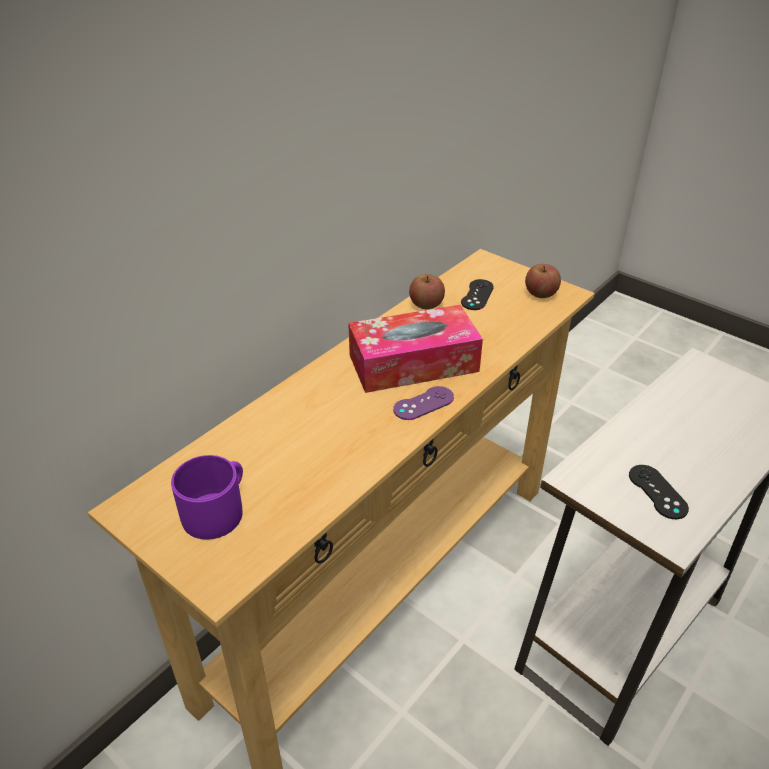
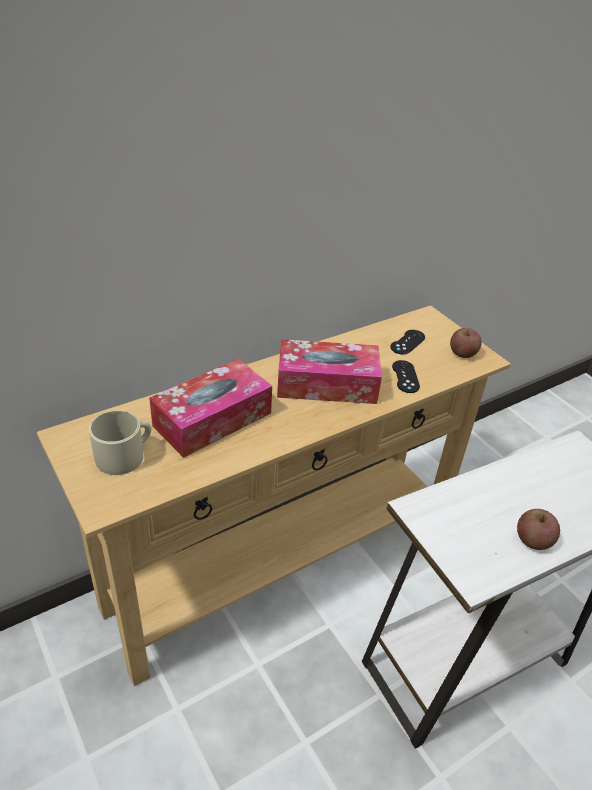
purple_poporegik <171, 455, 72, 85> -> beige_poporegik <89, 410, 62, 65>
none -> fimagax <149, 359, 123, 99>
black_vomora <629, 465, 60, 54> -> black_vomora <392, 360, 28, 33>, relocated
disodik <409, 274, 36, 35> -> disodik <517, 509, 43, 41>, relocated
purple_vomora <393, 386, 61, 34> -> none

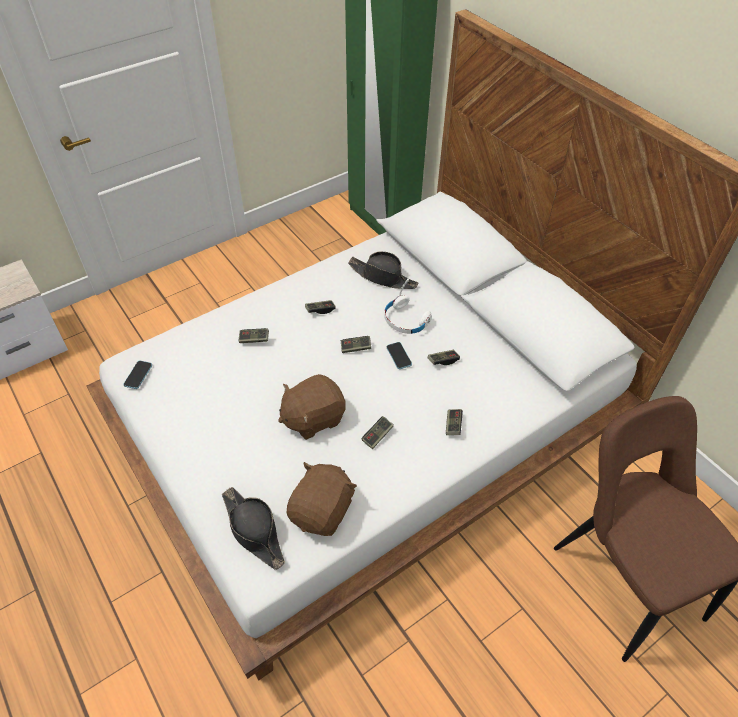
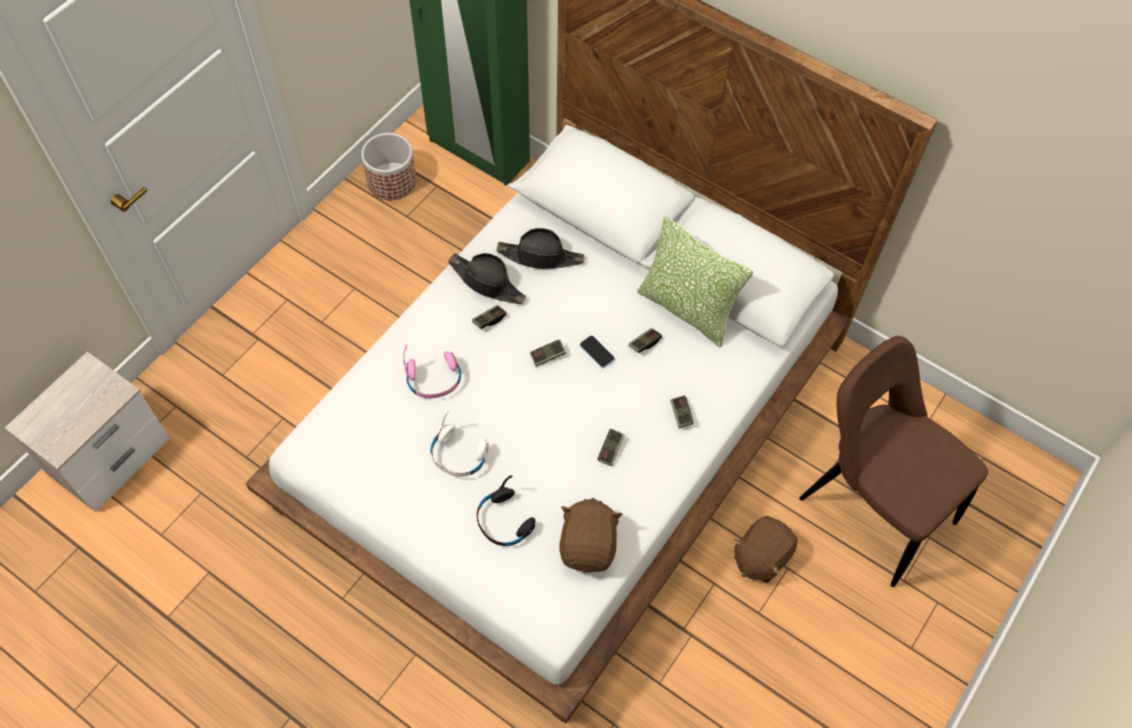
none -> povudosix <361, 133, 55, 67>
vomora <238, 328, 31, 15> -> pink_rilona <403, 344, 58, 54>
white_rilona <384, 279, 48, 55> -> white_rilona <430, 409, 59, 68>, relocated
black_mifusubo <222, 487, 63, 83> -> black_mifusubo <448, 253, 78, 51>, relocated
none -> black_rilona <477, 475, 59, 71>
none -> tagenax <637, 216, 117, 131>
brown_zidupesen <278, 374, 68, 66> -> brown_zidupesen <734, 516, 64, 67>, relocated
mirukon <123, 361, 29, 28> -> none

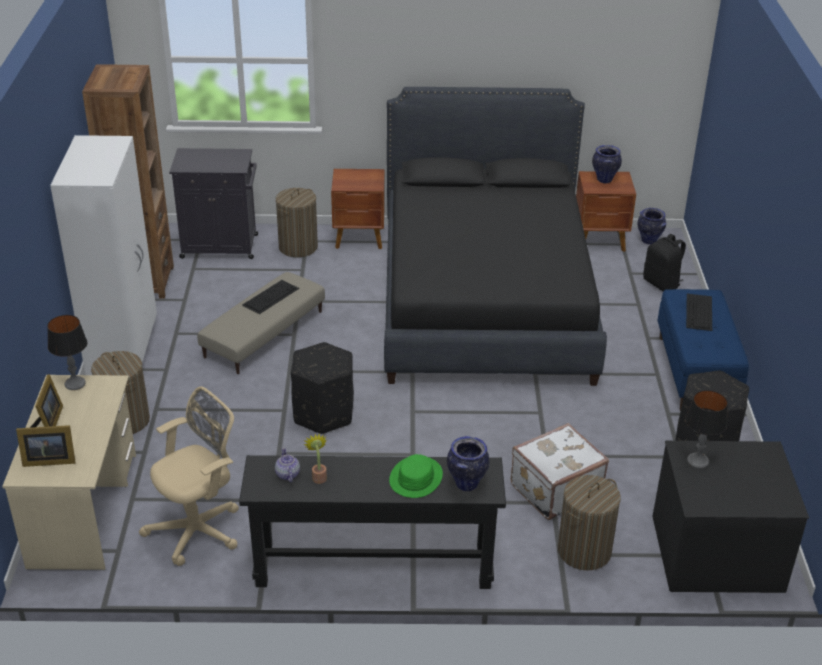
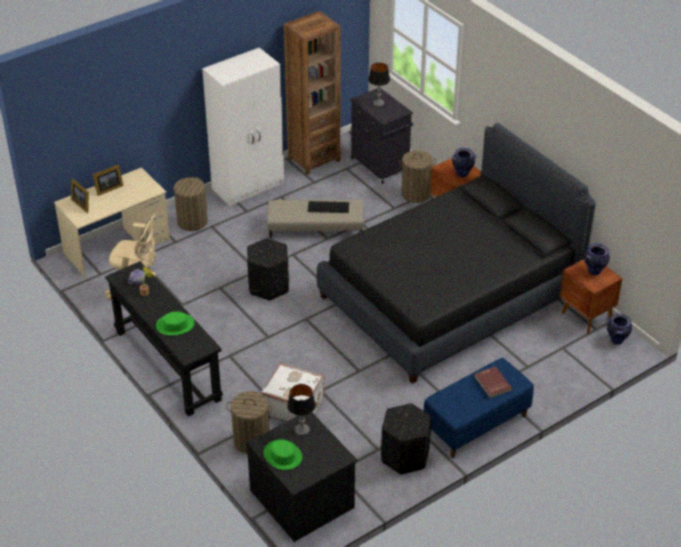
none -> green_mifusubo <263, 439, 39, 31>
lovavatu <47, 315, 41, 75> -> lovavatu <368, 63, 22, 44>, relocated
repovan <447, 436, 43, 55> -> repovan <452, 148, 24, 29>, relocated
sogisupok <686, 294, 26, 37> -> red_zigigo <474, 366, 38, 32>
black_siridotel <643, 234, 43, 57> -> none

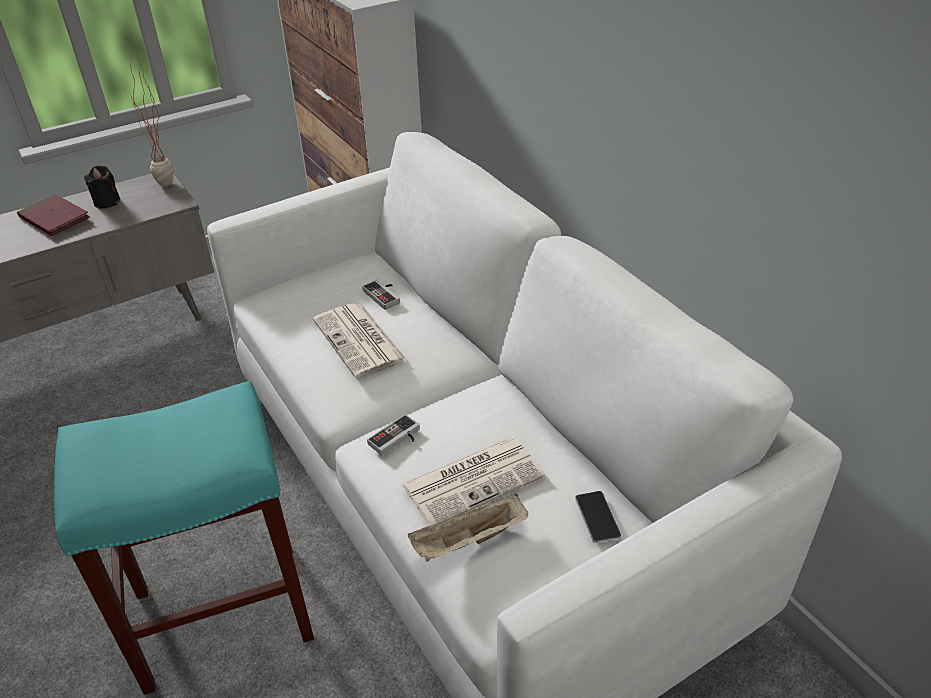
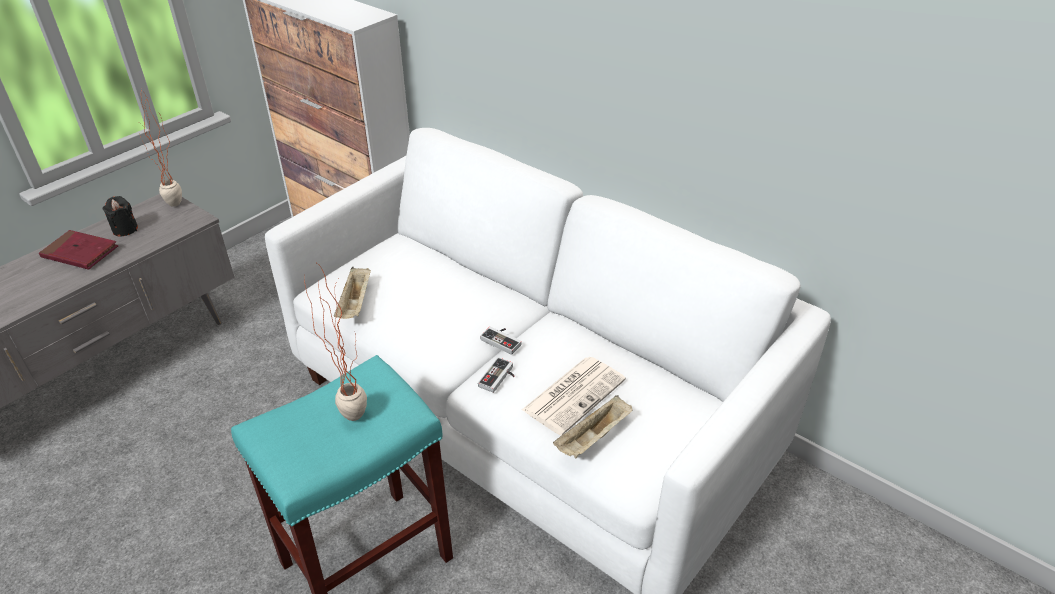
none -> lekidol <304, 262, 63, 159>
none -> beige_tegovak <334, 267, 37, 52>
vomora <362, 280, 38, 30> -> vomora <480, 326, 42, 29>, relocated
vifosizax <313, 303, 94, 75> -> none
mirukon <575, 491, 46, 52> -> none

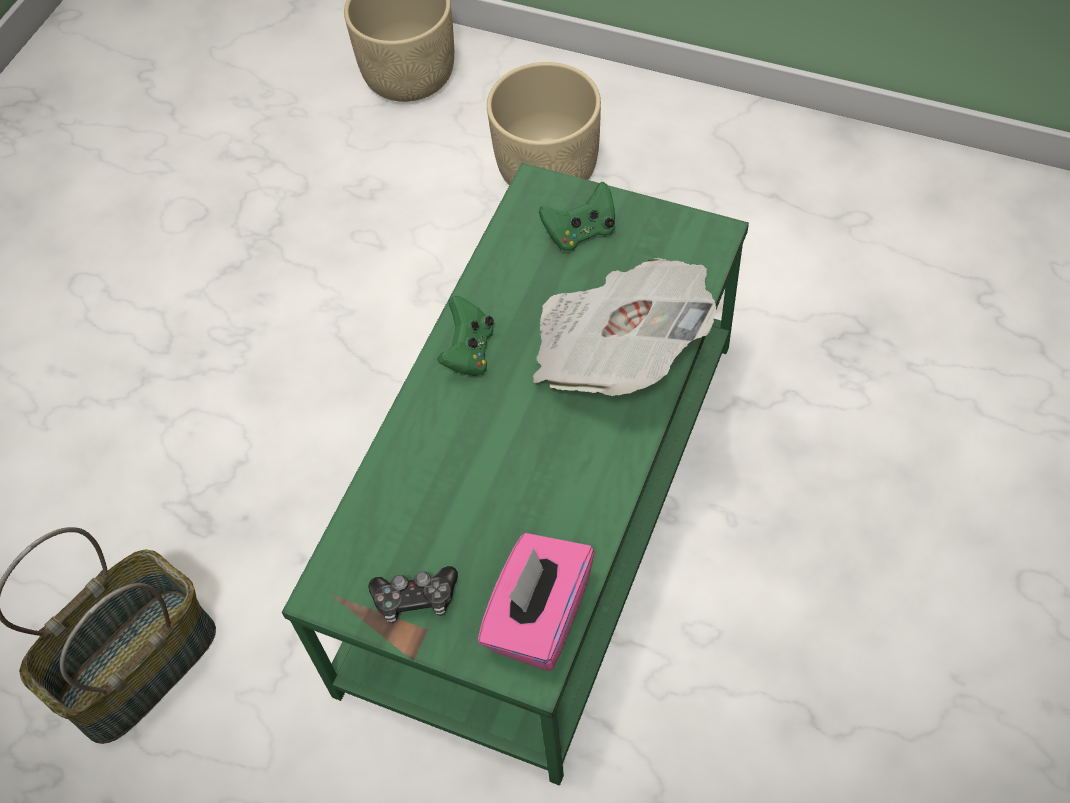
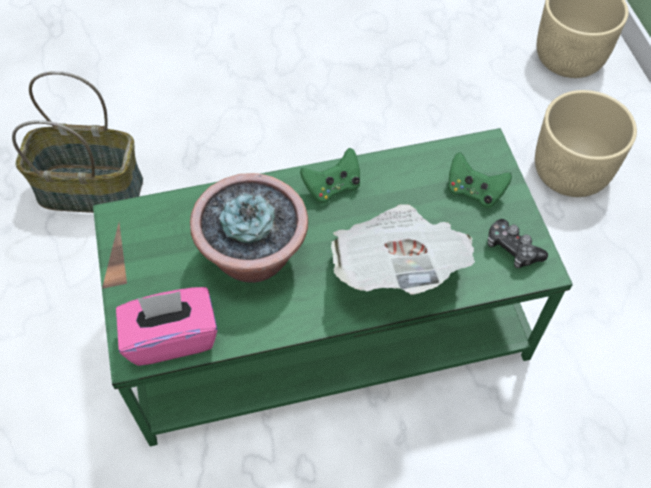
none -> lekidol <190, 173, 118, 110>
vomora <368, 566, 90, 57> -> vomora <487, 219, 61, 49>, relocated

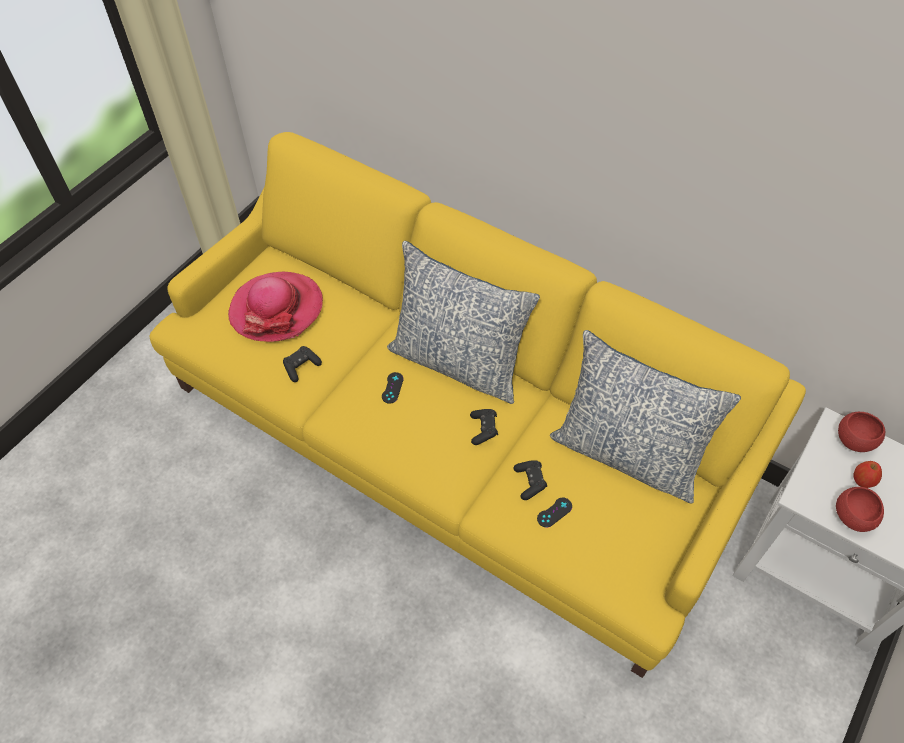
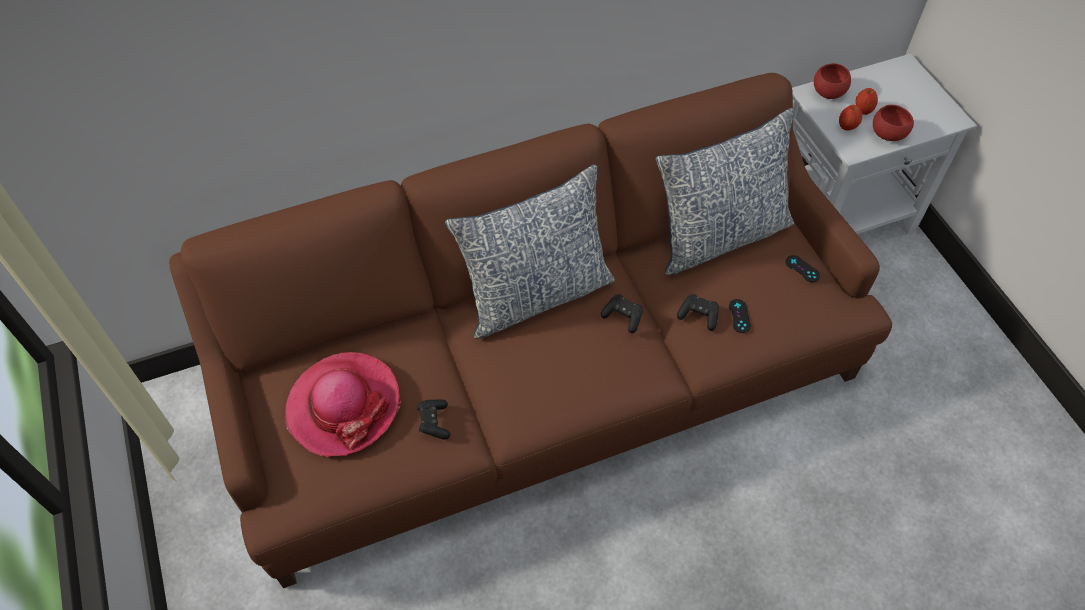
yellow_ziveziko <149, 132, 657, 546> -> brown_ziveziko <169, 73, 723, 515>
black_vomora <382, 372, 22, 32> -> black_vomora <785, 255, 35, 27>, relocated
none -> disodik <839, 105, 23, 26>

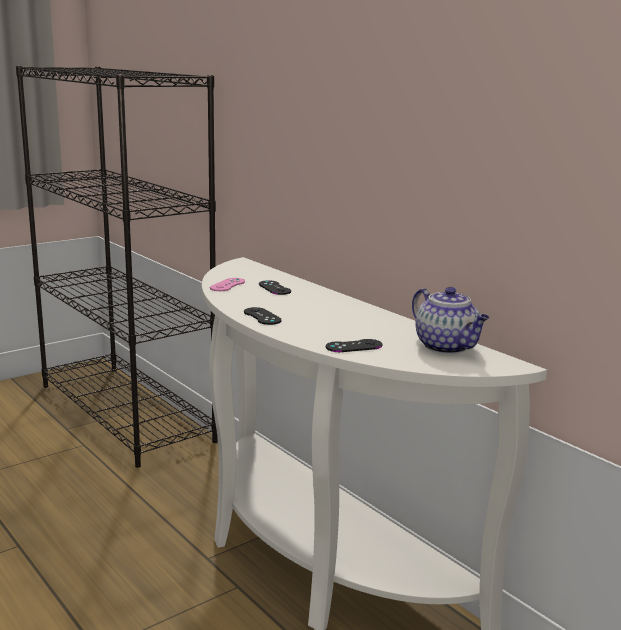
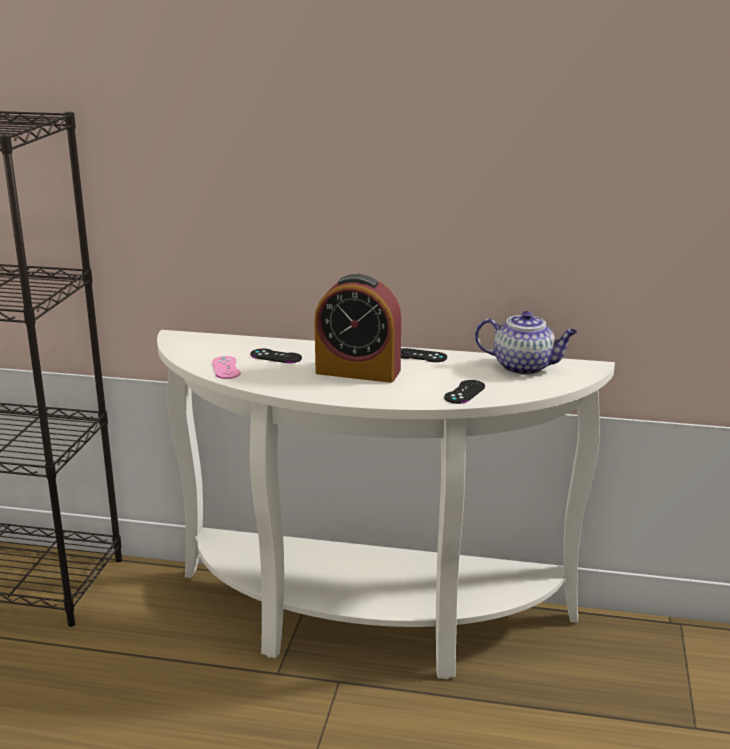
none -> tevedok <314, 274, 87, 109>
black_vomora <244, 307, 38, 18> -> black_vomora <401, 348, 46, 14>, relocated

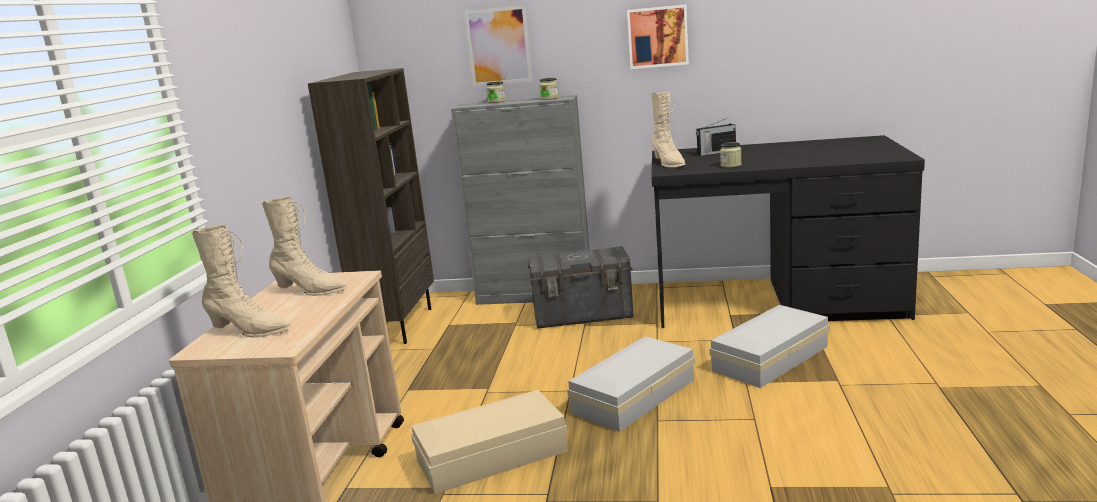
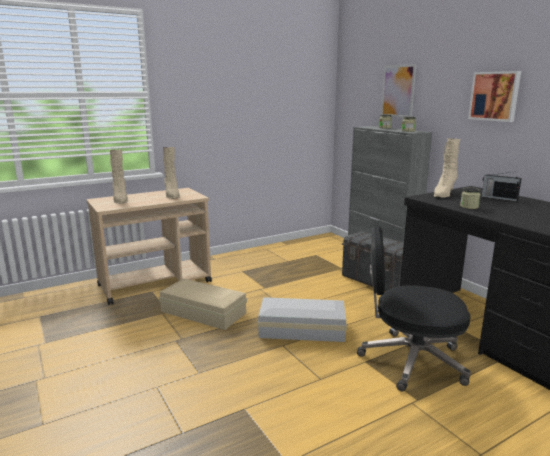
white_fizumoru <709, 305, 121, 83> -> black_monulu <357, 226, 114, 165>
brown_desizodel <308, 68, 126, 276> -> none

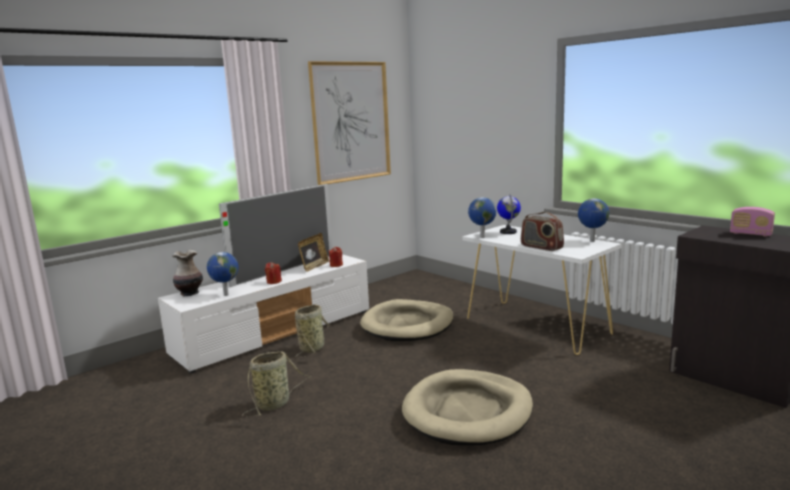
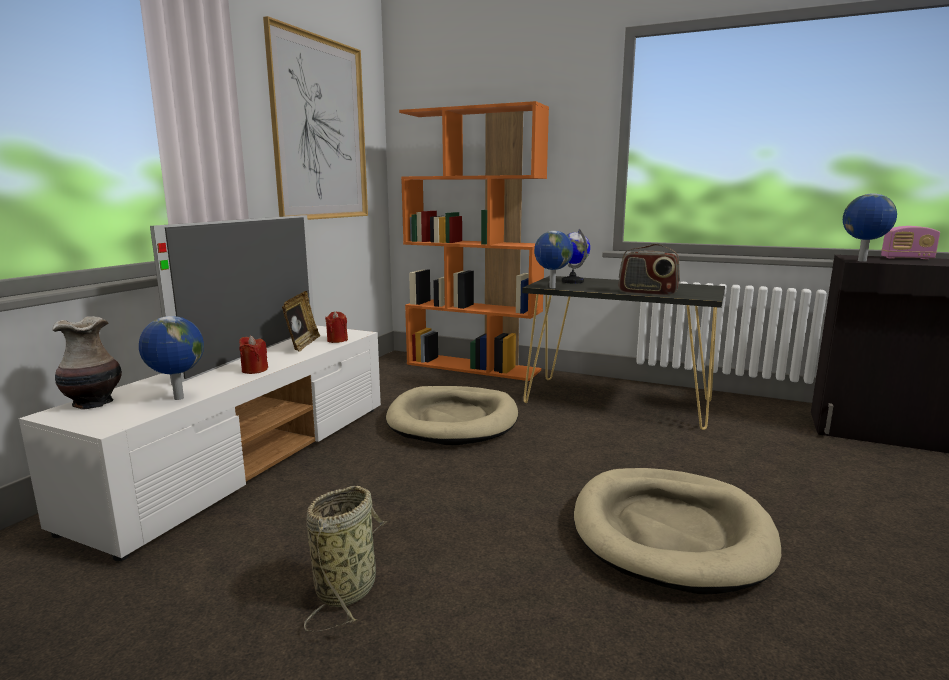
none -> orange_desizodel <399, 101, 150, 280>
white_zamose <462, 225, 160, 130> -> black_zamose <522, 276, 203, 154>
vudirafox <578, 198, 31, 44> -> vudirafox <843, 193, 54, 69>, relocated
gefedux <295, 304, 35, 54> -> none

